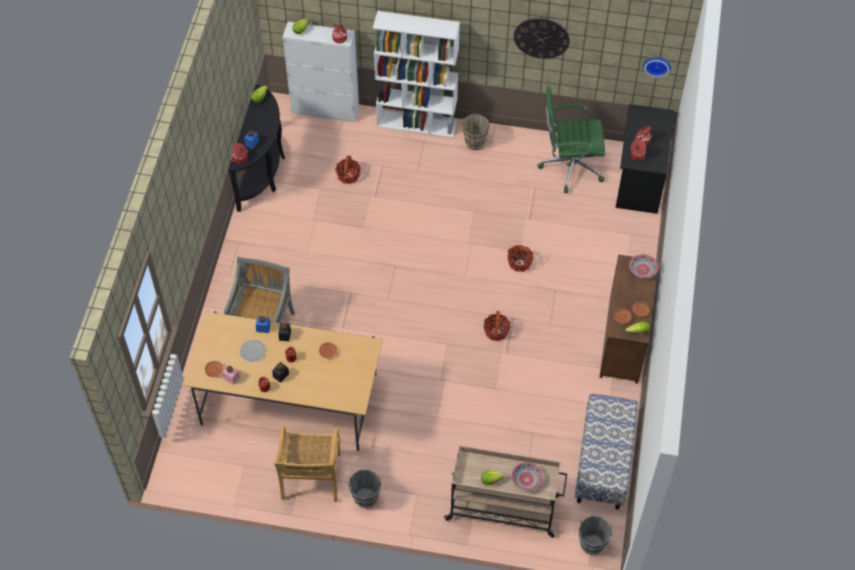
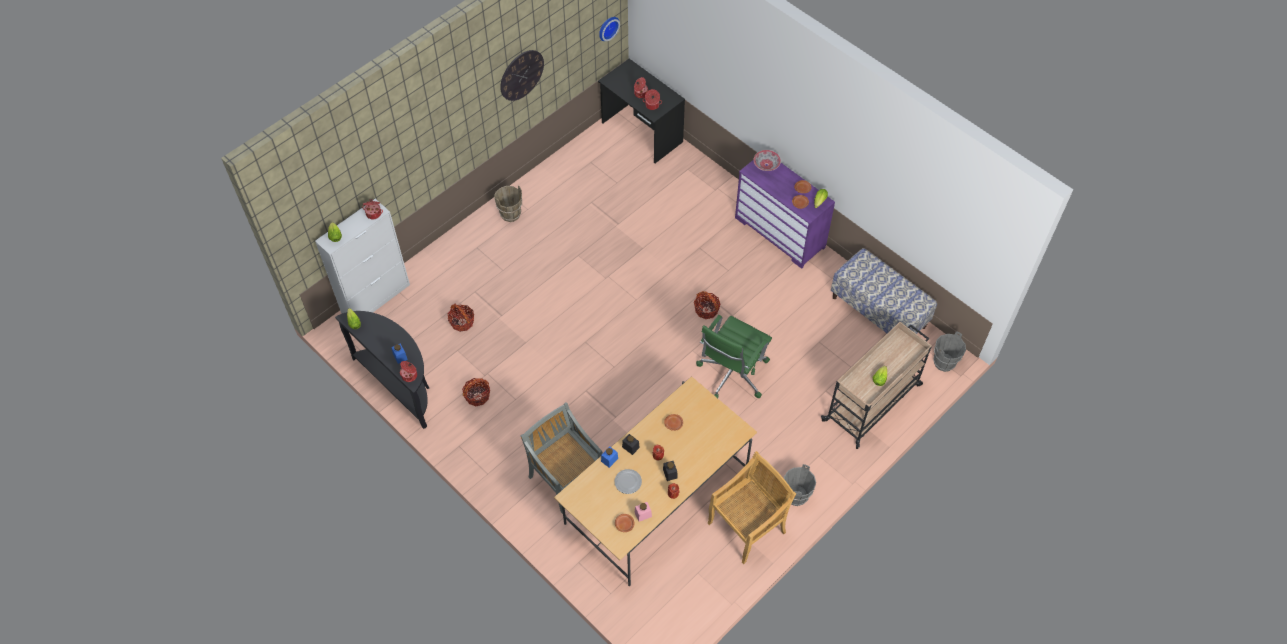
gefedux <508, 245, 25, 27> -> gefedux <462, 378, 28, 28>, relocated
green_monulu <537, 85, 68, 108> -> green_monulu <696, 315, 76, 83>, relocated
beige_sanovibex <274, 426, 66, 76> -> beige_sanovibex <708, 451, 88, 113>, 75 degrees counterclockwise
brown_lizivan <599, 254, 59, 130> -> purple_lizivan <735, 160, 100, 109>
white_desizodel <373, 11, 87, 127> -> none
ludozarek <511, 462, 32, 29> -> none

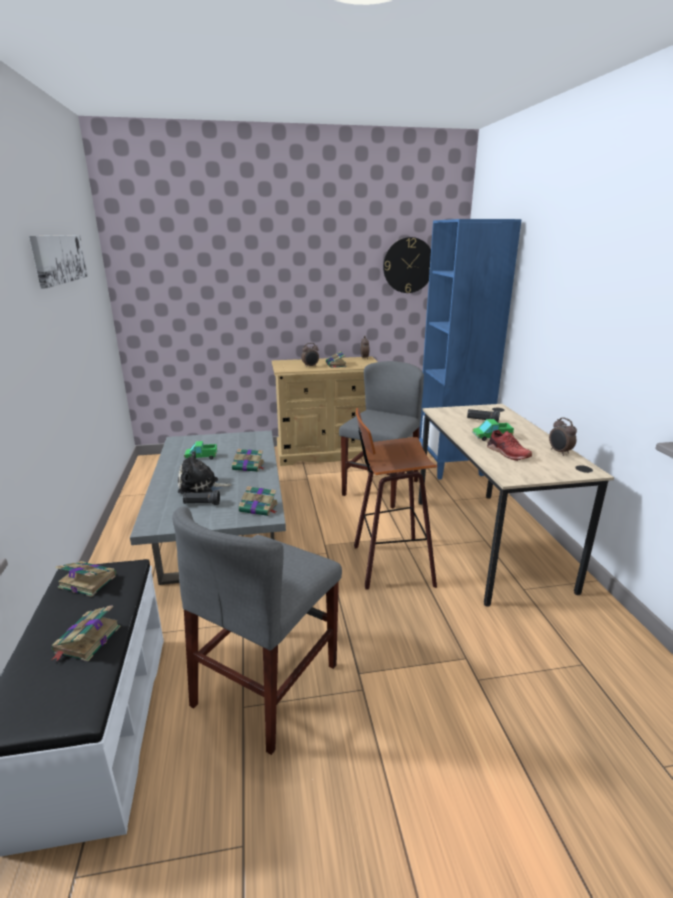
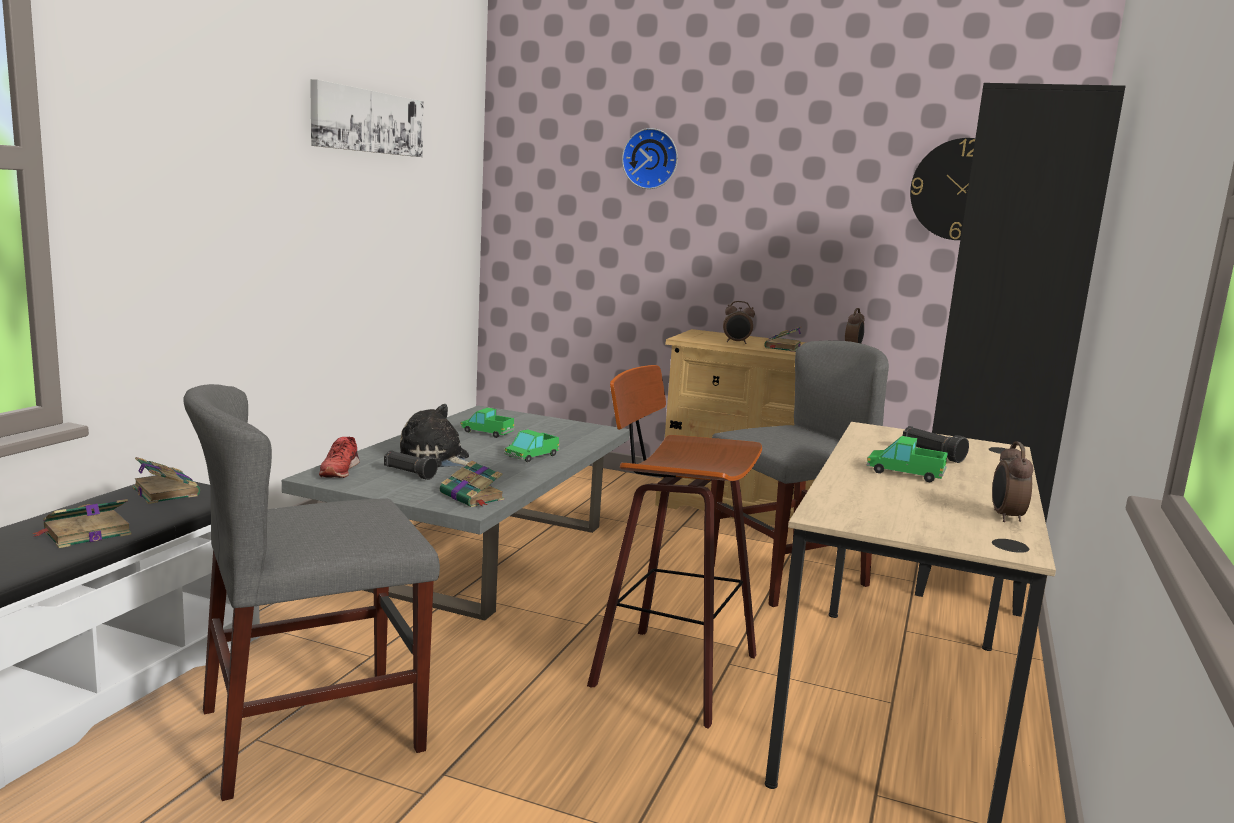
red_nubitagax <487, 430, 45, 31> -> red_nubitagax <319, 437, 41, 41>, relocated
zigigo <232, 449, 32, 23> -> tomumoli <504, 429, 56, 33>
none -> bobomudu <622, 128, 56, 61>
blue_desizodel <419, 219, 103, 261> -> black_desizodel <915, 83, 210, 534>

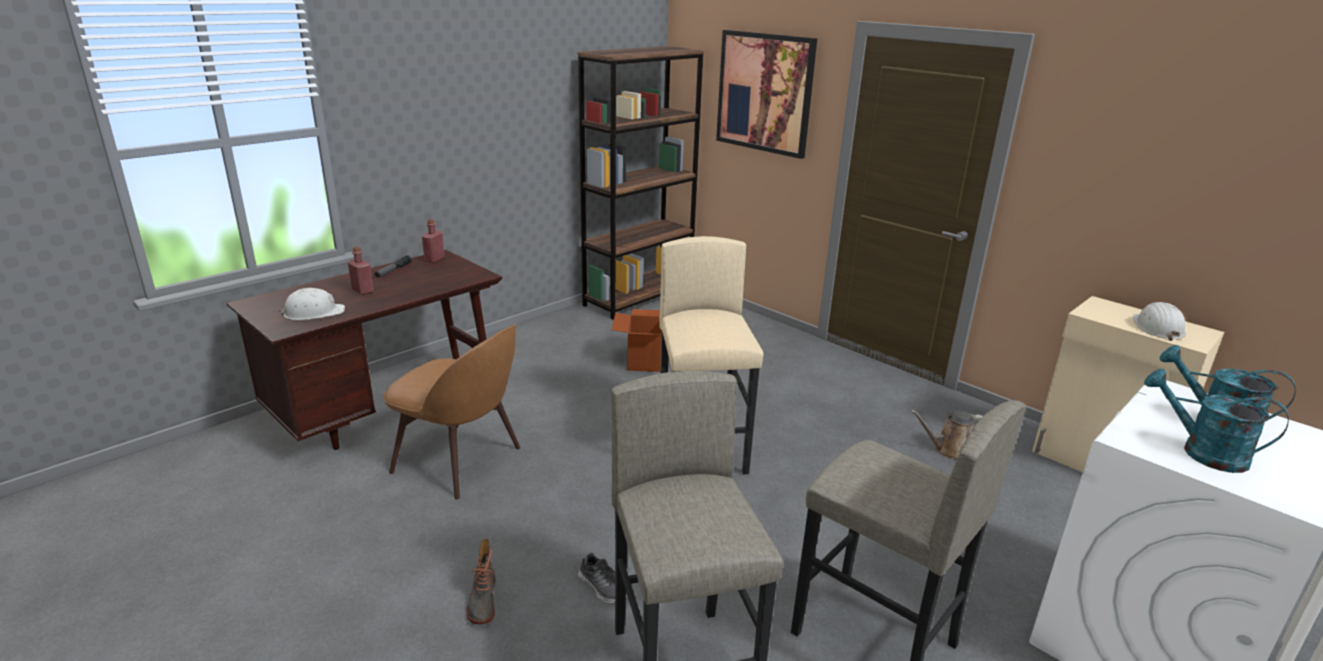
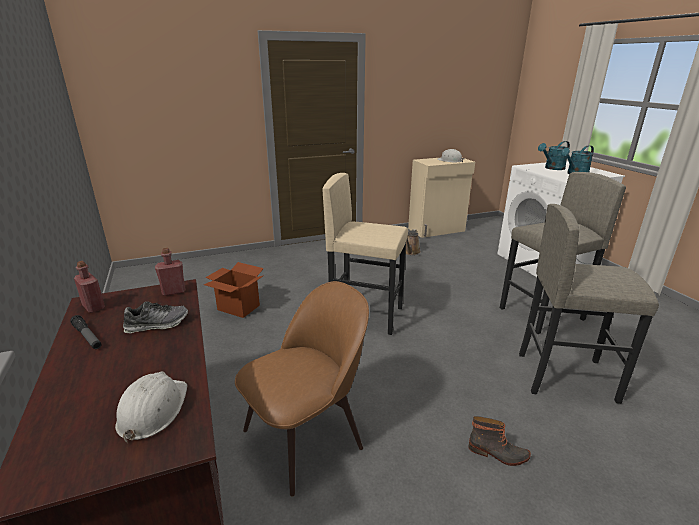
nubitagax <578, 553, 50, 50> -> nubitagax <123, 301, 65, 33>, relocated
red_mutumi <348, 246, 26, 49> -> red_mutumi <155, 248, 31, 48>, relocated
brown_desizodel <577, 46, 127, 274> -> none
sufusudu <716, 30, 101, 129> -> none

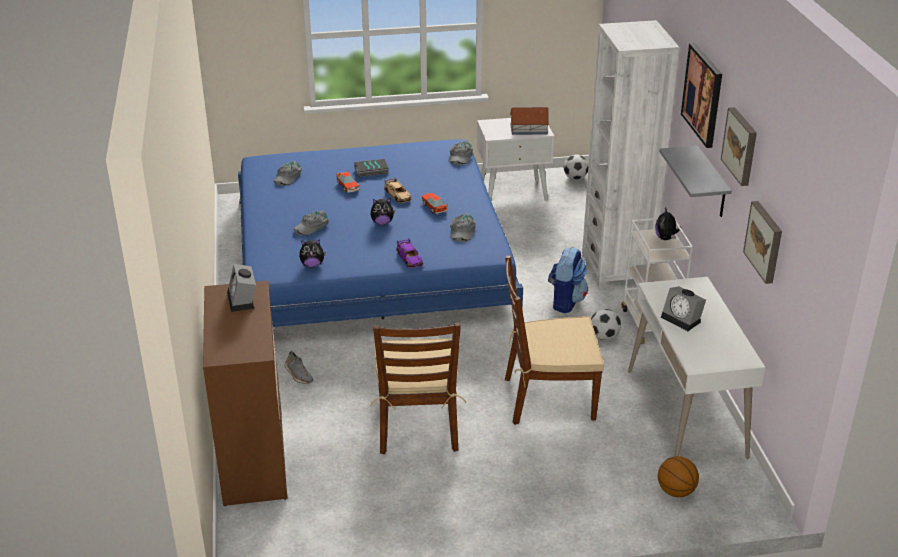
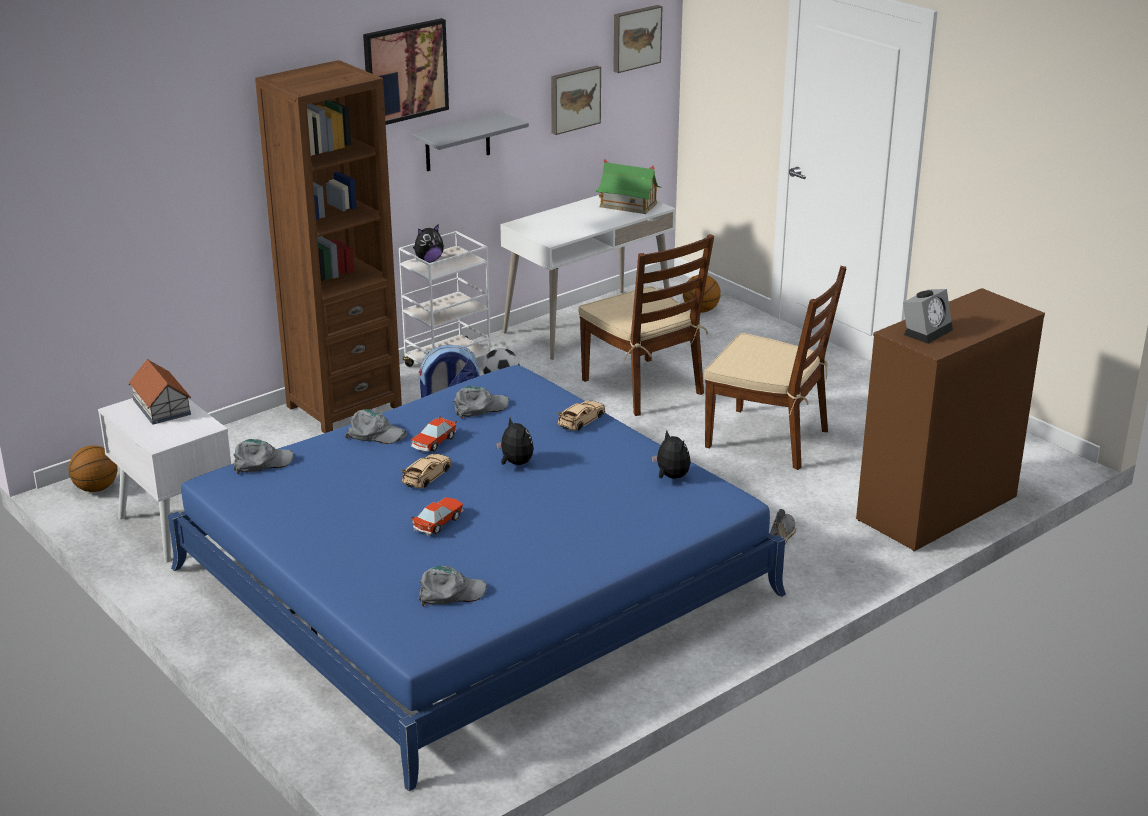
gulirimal <564, 155, 25, 25> -> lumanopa <69, 445, 49, 47>
white_desizodel <582, 20, 98, 268> -> brown_desizodel <255, 60, 147, 373>
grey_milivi <293, 211, 36, 24> -> grey_milivi <345, 409, 62, 35>, relocated
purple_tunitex <396, 238, 27, 30> -> beige_tunitex <557, 400, 48, 31>
none -> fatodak <595, 159, 67, 55>
sufusudu <721, 107, 36, 79> -> sufusudu <613, 5, 50, 68>, relocated
brown_sanovibex <370, 322, 97, 132> -> brown_sanovibex <704, 266, 142, 204>, 60 degrees clockwise
zigigo <354, 159, 35, 18> -> none
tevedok <661, 286, 45, 45> -> none

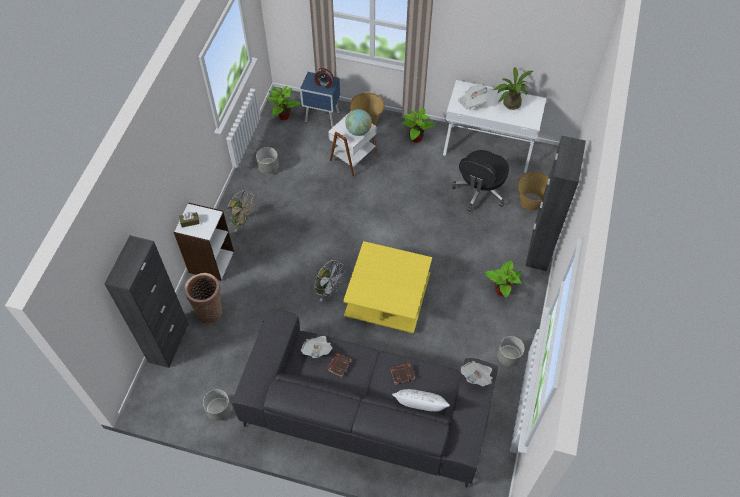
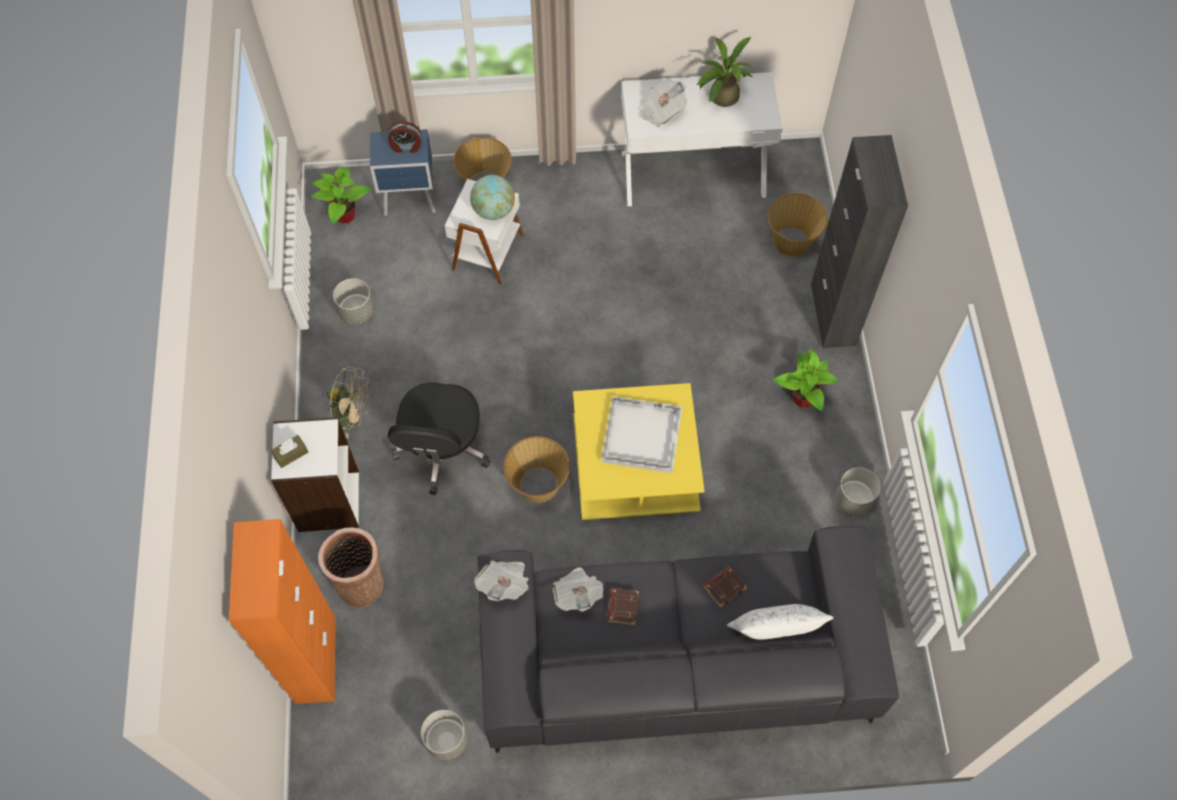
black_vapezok <104, 235, 85, 133> -> orange_vapezok <229, 519, 107, 185>
black_monulu <452, 150, 57, 62> -> black_monulu <388, 383, 102, 112>, relocated
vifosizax <461, 361, 31, 25> -> vifosizax <474, 561, 55, 40>, relocated
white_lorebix <314, 259, 31, 43> -> gefedux <503, 436, 67, 67>
none -> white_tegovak <601, 396, 82, 77>
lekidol <401, 108, 35, 35> -> none

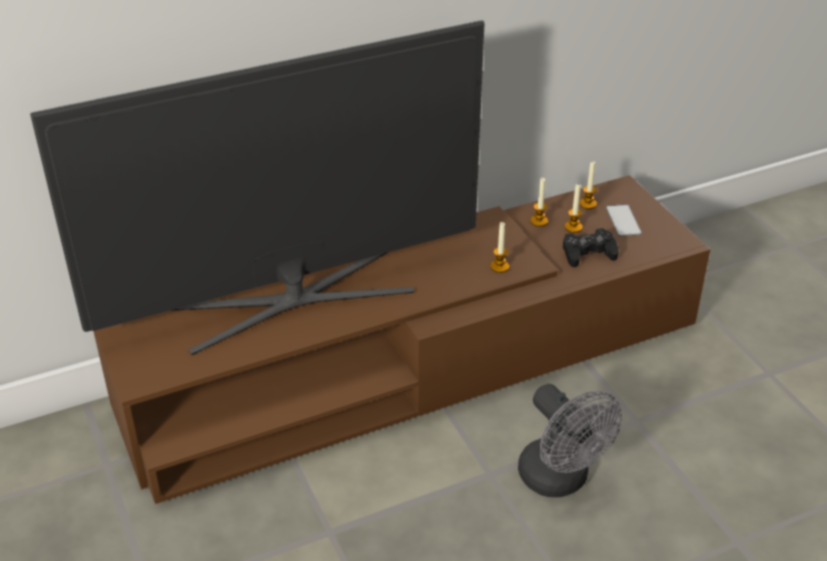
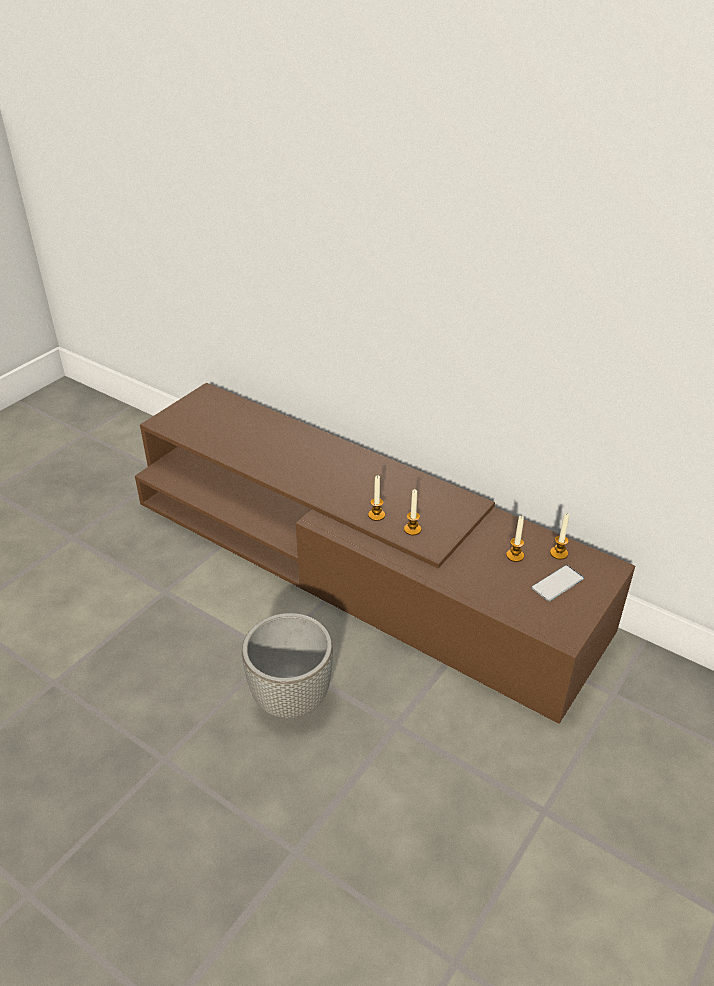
grey_lorebix <518, 384, 104, 113> -> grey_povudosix <242, 613, 91, 105>
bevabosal <530, 178, 18, 49> -> bevabosal <368, 475, 17, 46>, relocated
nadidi <30, 20, 454, 335> -> none
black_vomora <563, 228, 55, 39> -> none

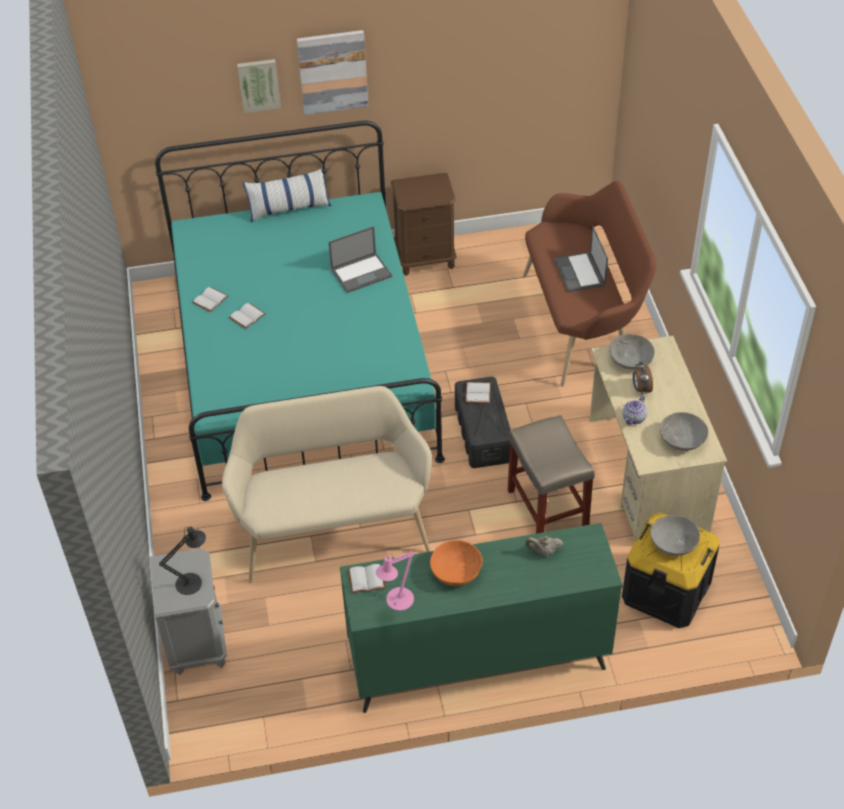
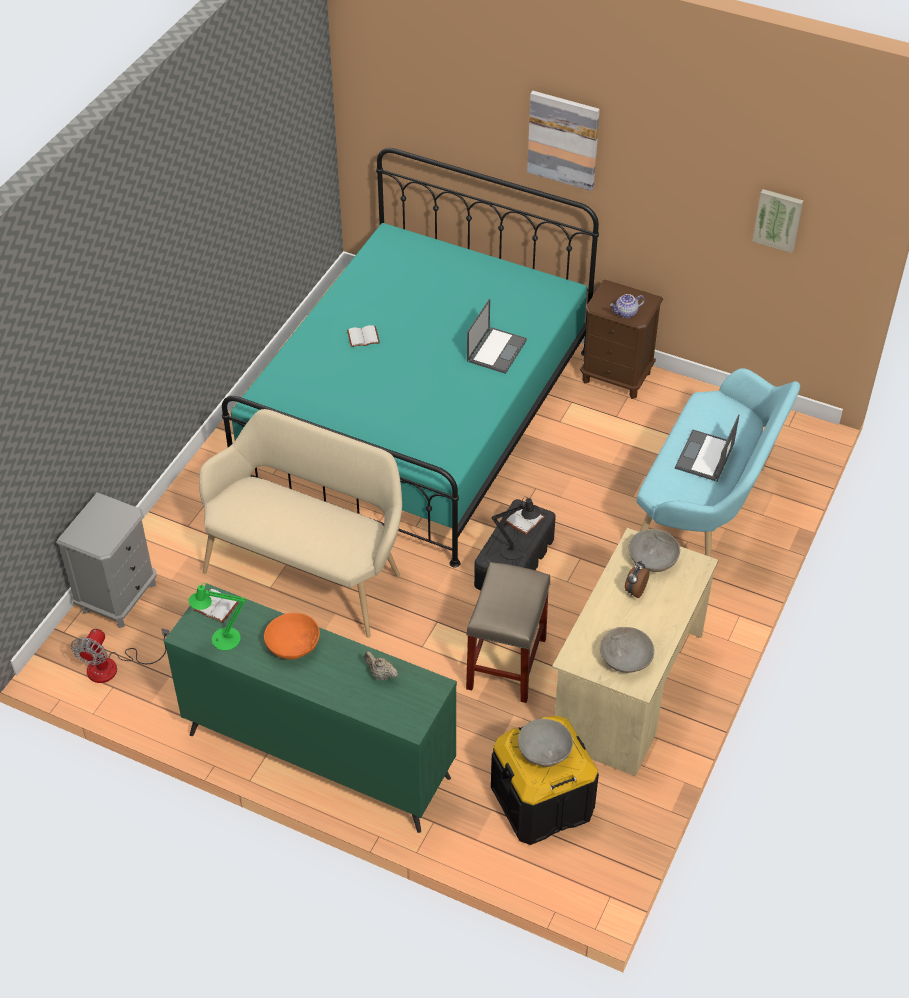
none -> lorebix <71, 628, 98, 55>
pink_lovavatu <376, 551, 38, 60> -> green_lovavatu <189, 583, 57, 68>
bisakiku <328, 226, 64, 67> -> bisakiku <467, 299, 60, 75>, 75 degrees counterclockwise
black_lovavatu <159, 527, 47, 68> -> black_lovavatu <492, 497, 49, 63>, relocated
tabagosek <623, 395, 24, 30> -> tabagosek <610, 294, 35, 24>, relocated
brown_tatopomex <523, 181, 133, 205> -> turquoise_tatopomex <637, 368, 163, 189>
sufusudu <237, 59, 44, 54> -> sufusudu <752, 189, 51, 64>, relocated
white_zigigo <192, 287, 36, 25> -> none
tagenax <242, 167, 89, 55> -> none

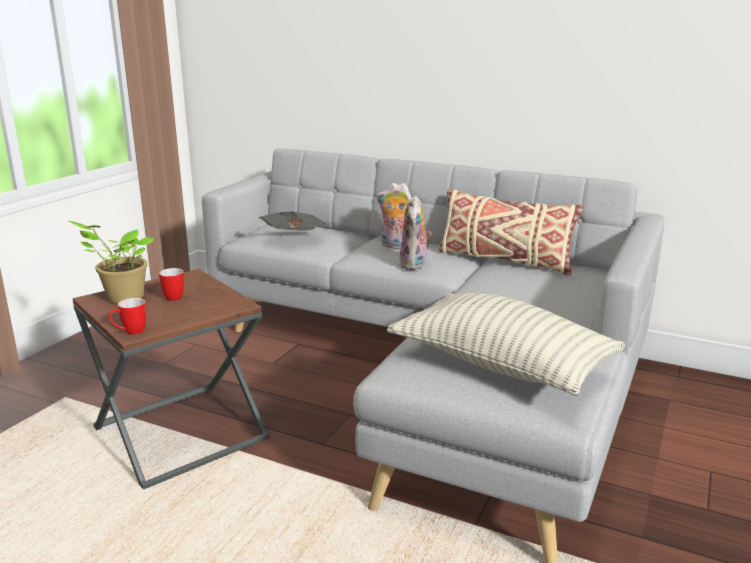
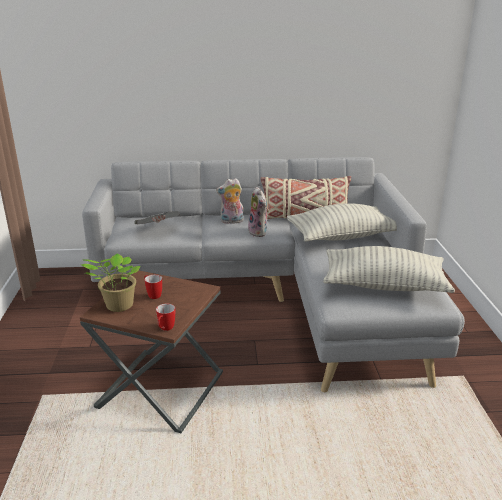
none -> tagenax <287, 203, 110, 39>

